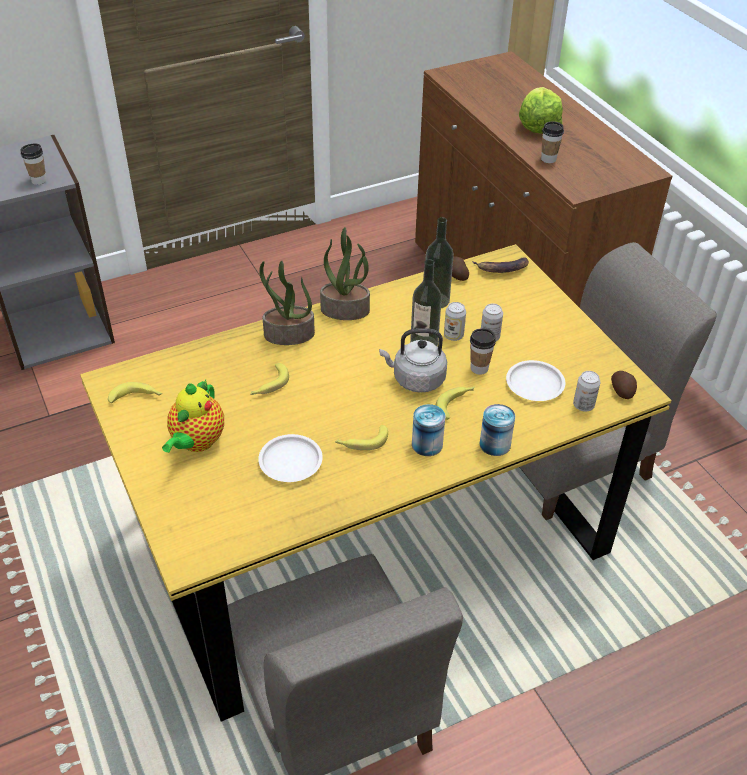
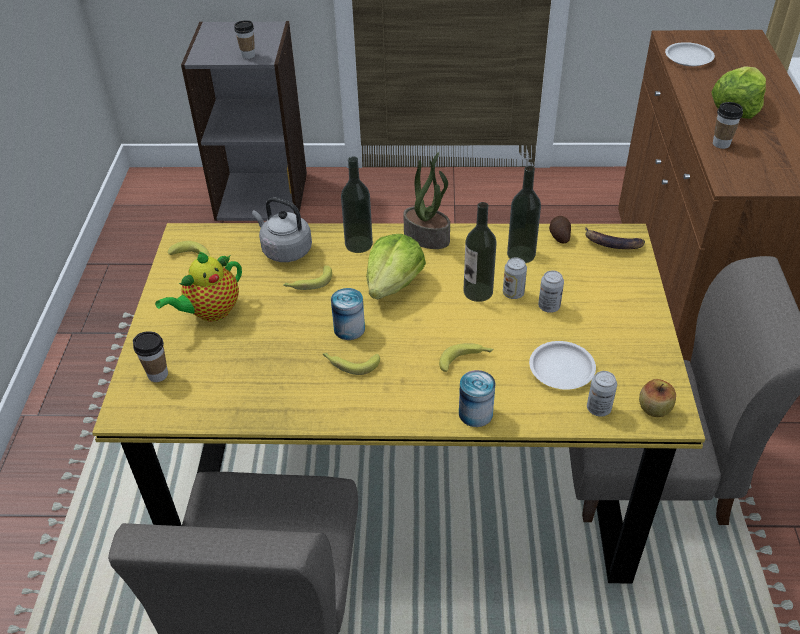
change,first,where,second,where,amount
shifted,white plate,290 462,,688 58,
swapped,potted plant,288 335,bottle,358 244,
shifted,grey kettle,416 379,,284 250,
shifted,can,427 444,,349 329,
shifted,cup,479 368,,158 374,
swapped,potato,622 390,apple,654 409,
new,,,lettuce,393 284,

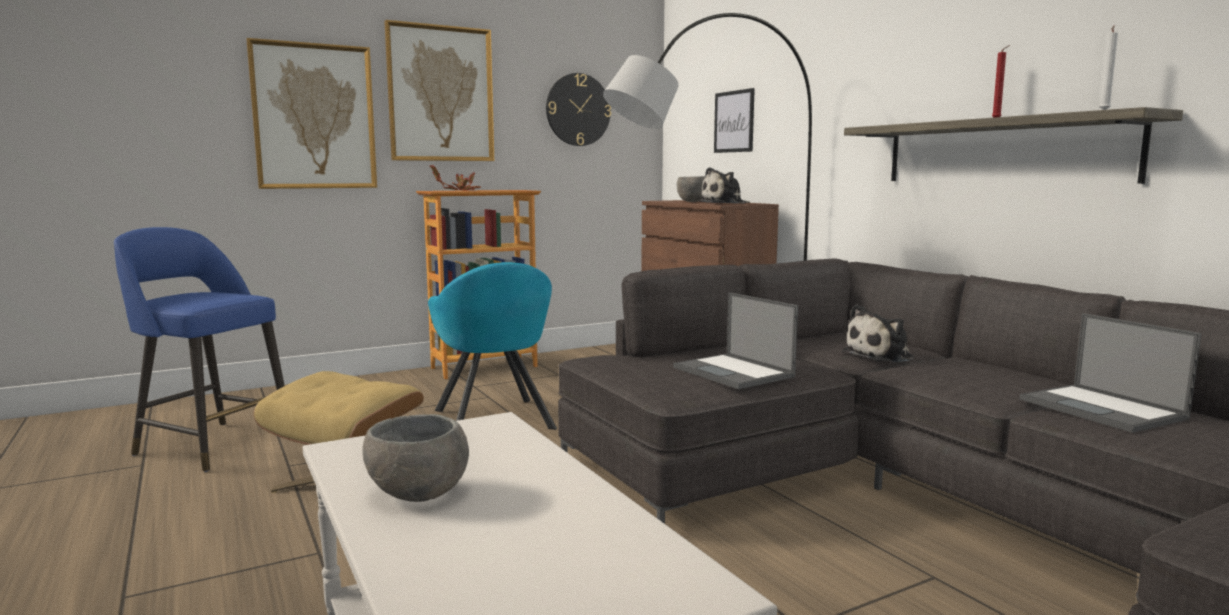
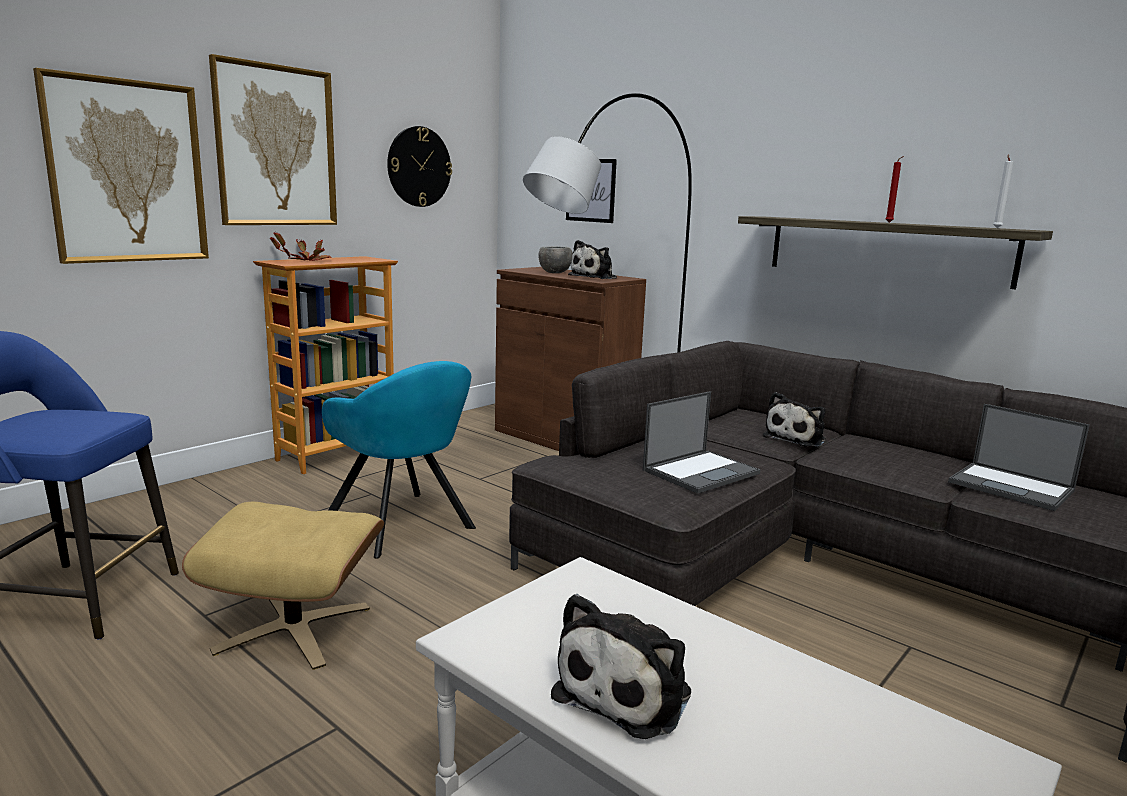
change,first,where,second,where,amount
swapped,grey bowl,420 495,plush toy,628 691,
rotated,laptop,734 372,,701 471,75 degrees counterclockwise

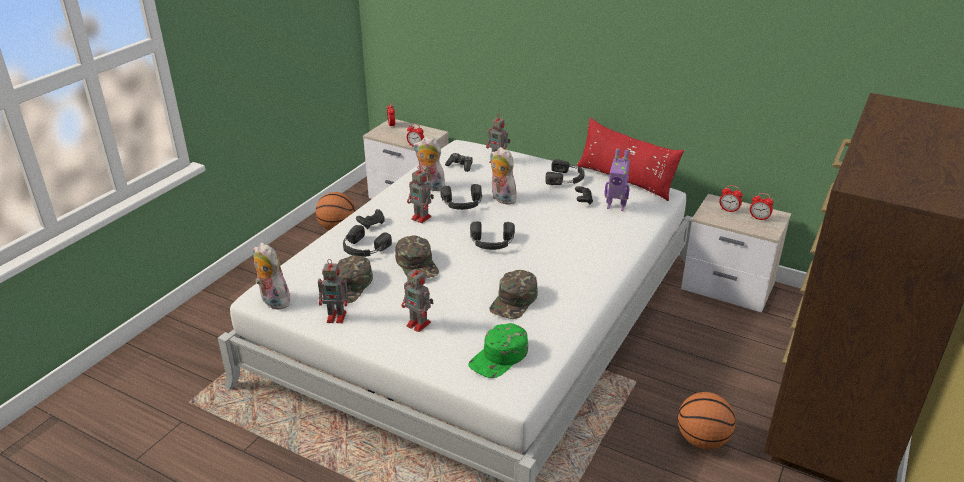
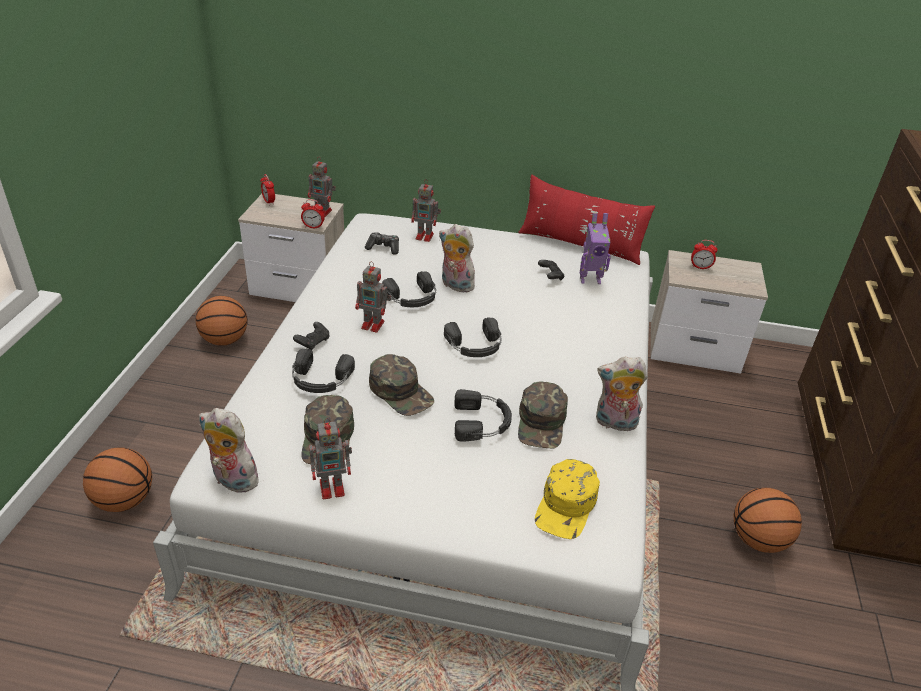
change,first,where,second,where,amount
shifted,toy robot,419 324,,323 212,
shifted,plush toy,430 187,,614 423,
repainted,green cap,499 357,yellow cap,566 506,
shifted,black headphones,566 178,,482 422,
gone,alarm clock,759 218,,,
new,,,basketball,125 500,

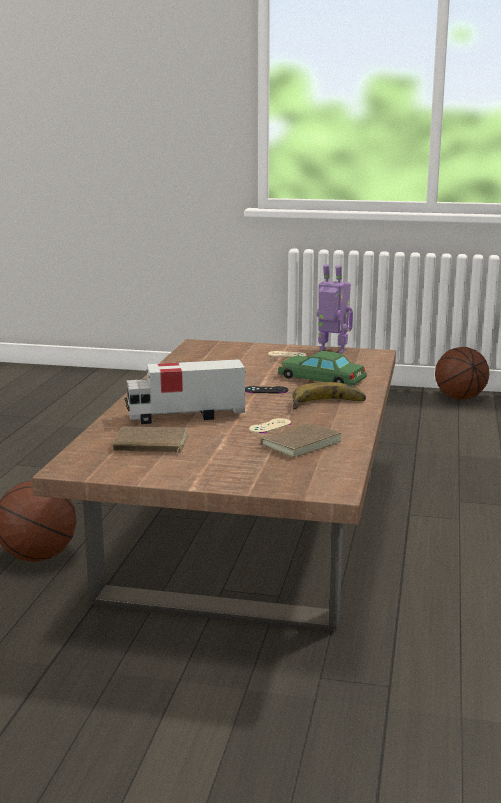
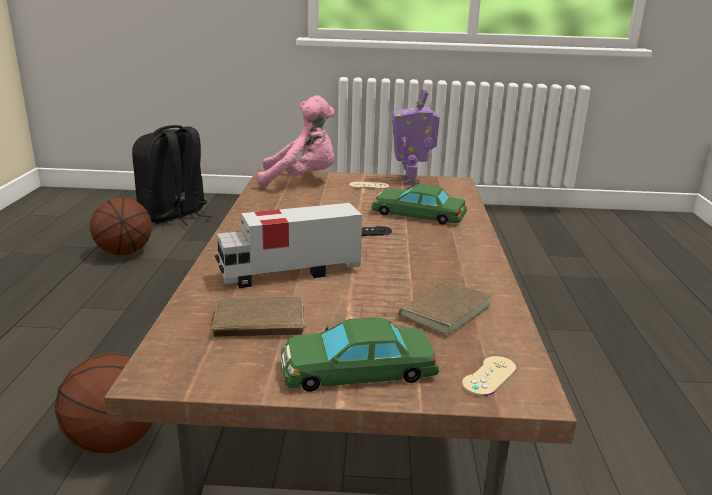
change,first,where,second,where,amount
shifted,beige game controller,270 426,,489 376,
gone,banana,328 405,,,
rotated,toy robot,332 351,,411 180,105 degrees counterclockwise
shifted,basketball,459 398,,124 252,
new,,,black backpack,174 216,
new,,,pink plush toy,301 180,
new,,,green toy car,357 369,

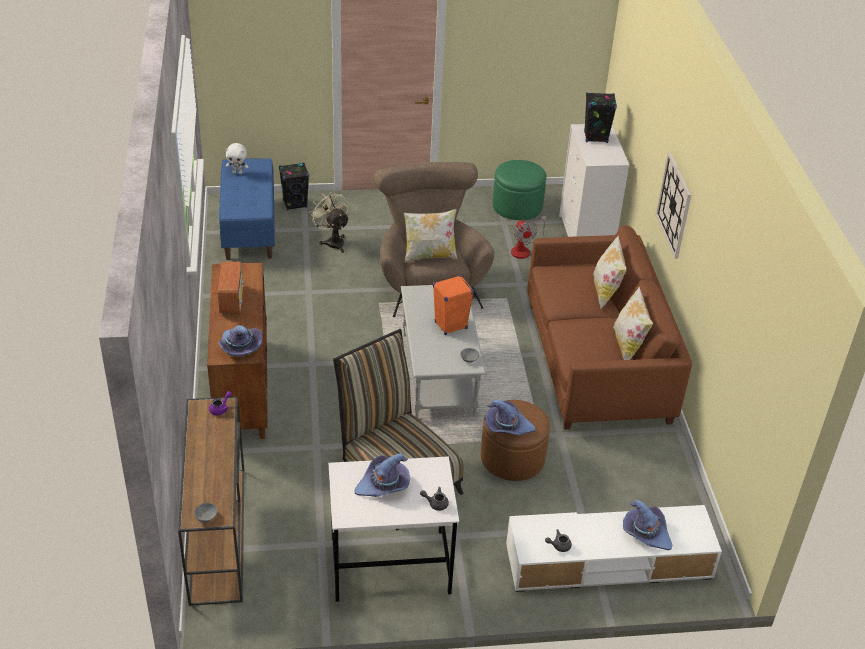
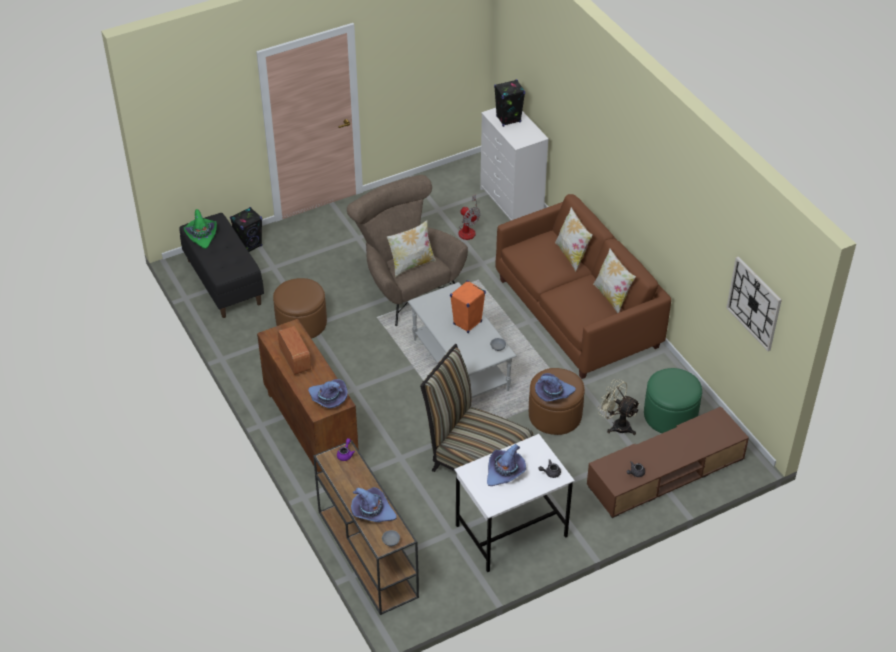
change,first,where,second,where,amount
repainted,blue bench,248 228,black bench,223 282,
swapped,white plush toy,237 172,green hat,202 235,
shifted,beige fan,333 241,,617 425,
shifted,green ottoman,517 206,,670 415,
repainted,white tv stand,608 562,brown tv stand,665 472,
shifted,purple hat,646 533,,372 511,
shifted,wall clock,674 205,,754 303,
new,,,brown ottoman,301 323,

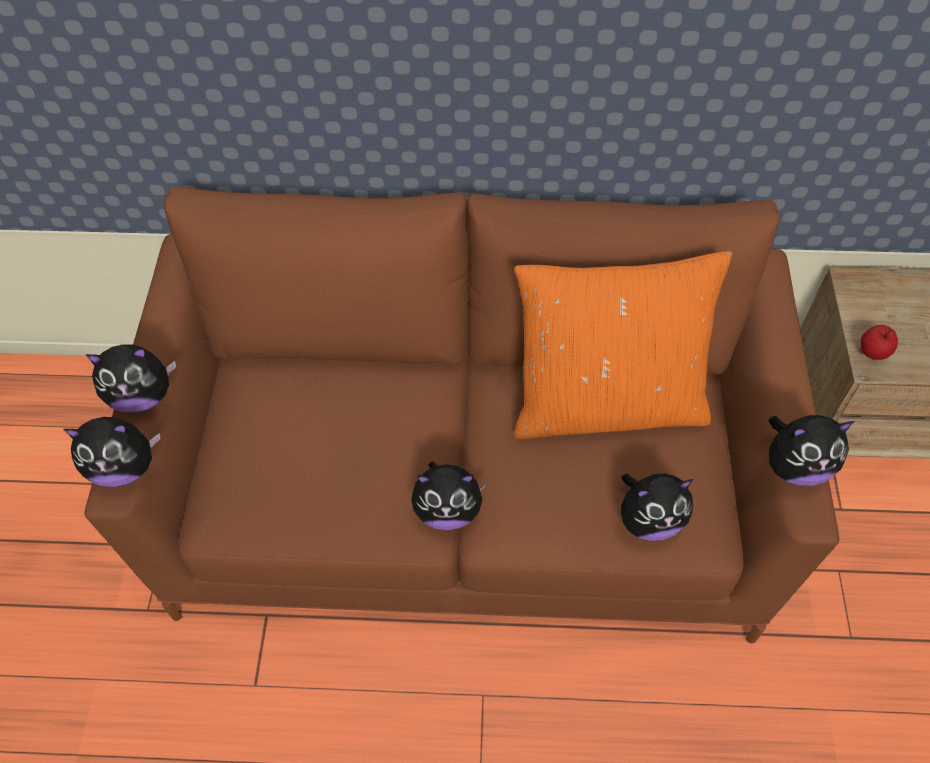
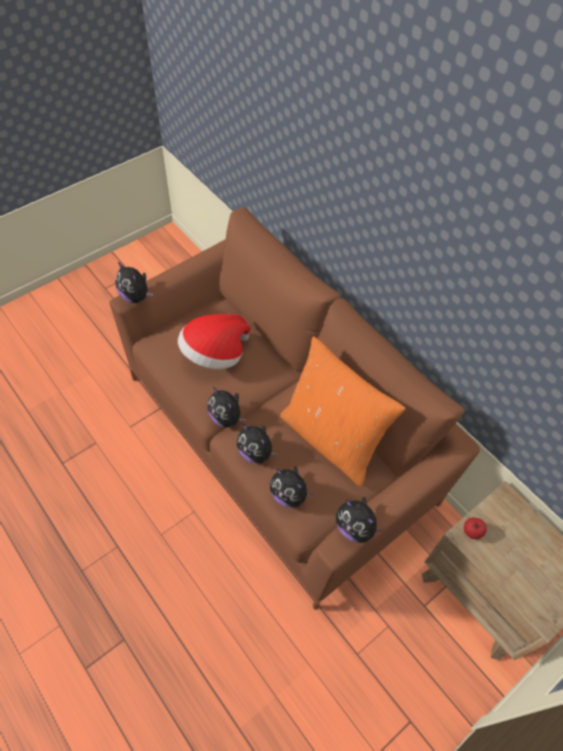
change,first,where,second,where,amount
shifted,plush toy,142 396,,256 452,
new,,,hat,214 354,

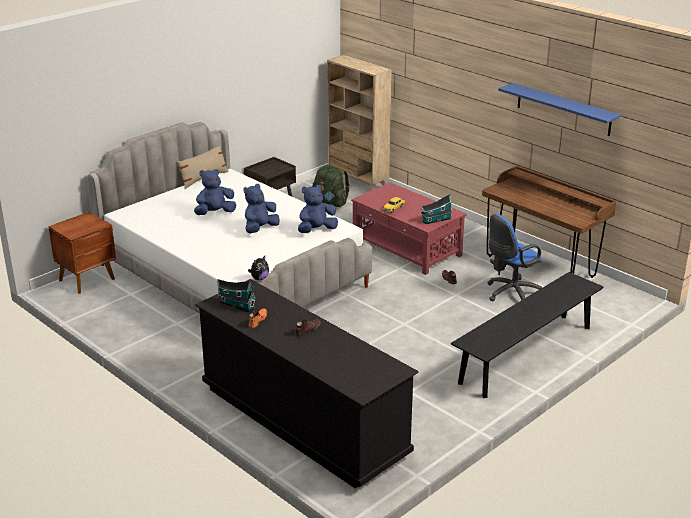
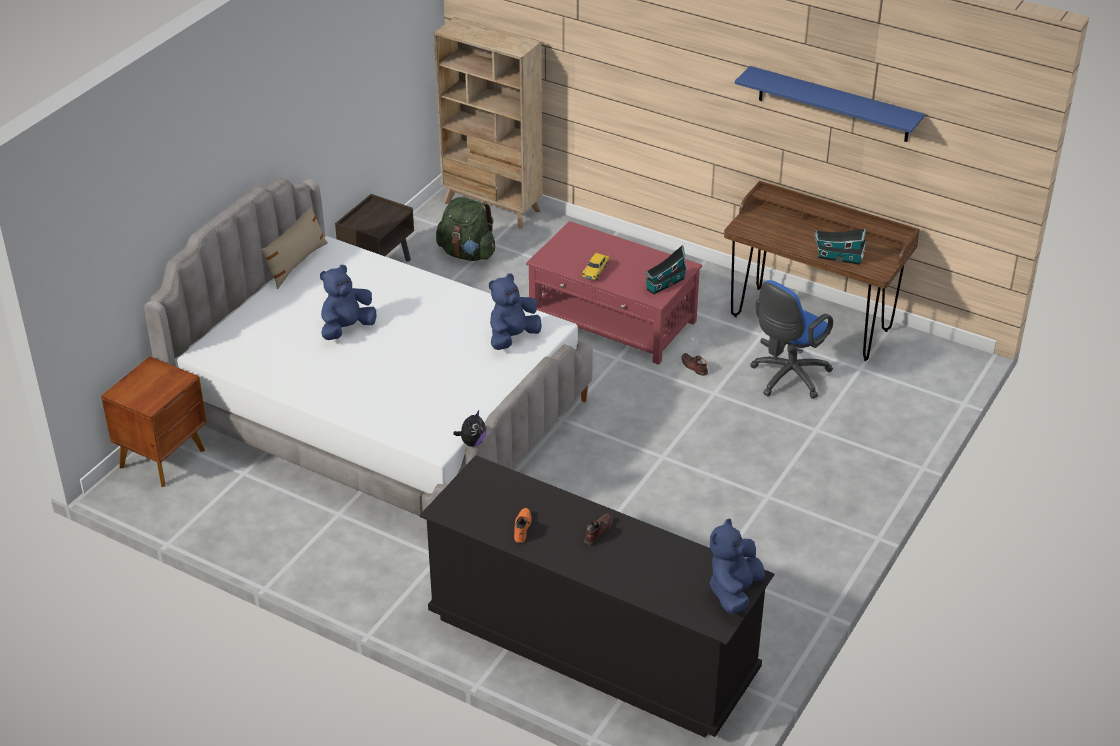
change,first,where,second,where,amount
shifted,toy house,236 305,,838 258,
shifted,blue plush toy,260 229,,734 591,
gone,black bench,526 354,,,

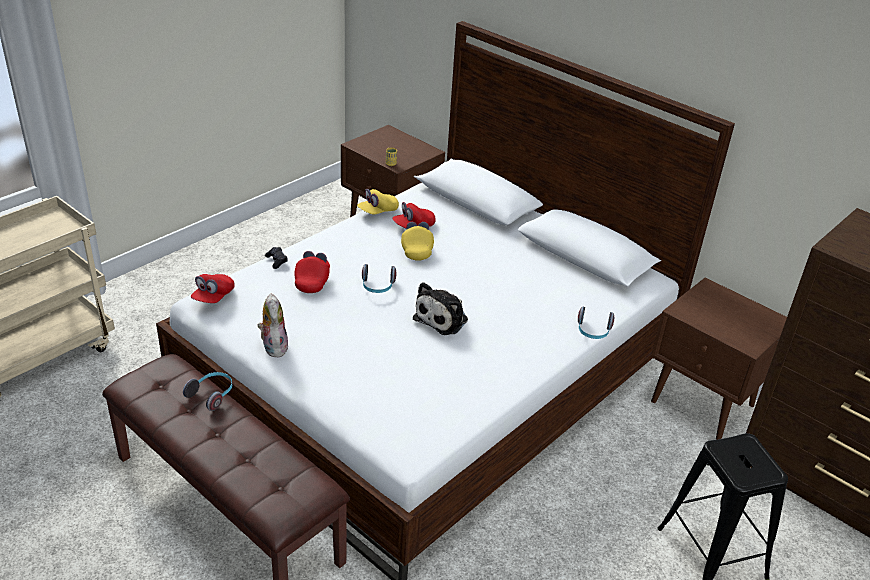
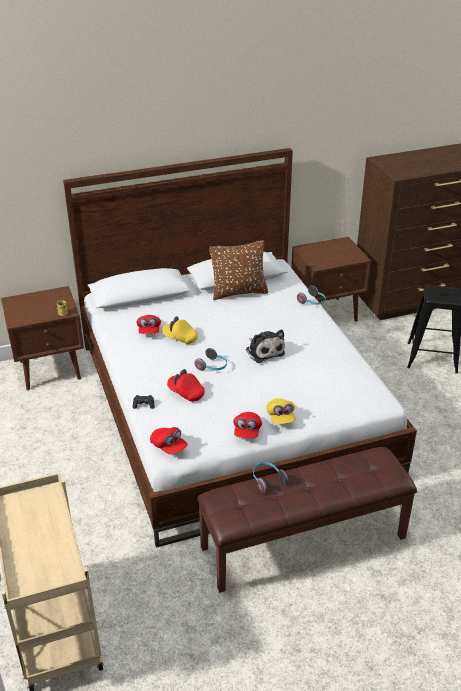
change,first,where,second,where,amount
swapped,plush toy,273 346,red cap,247 432,
shifted,yellow cap,378 211,,280 417,
new,,,brown pillow,239 292,

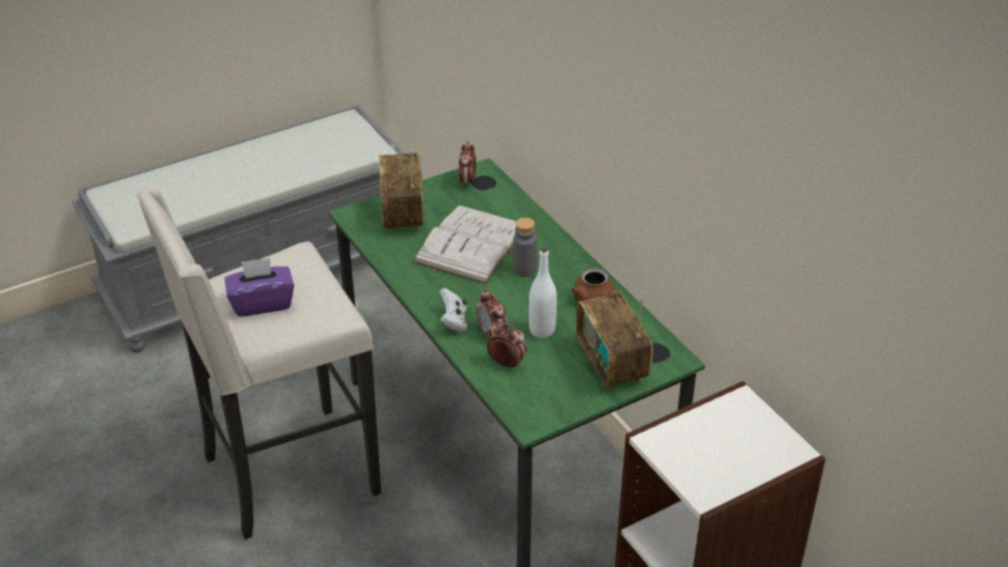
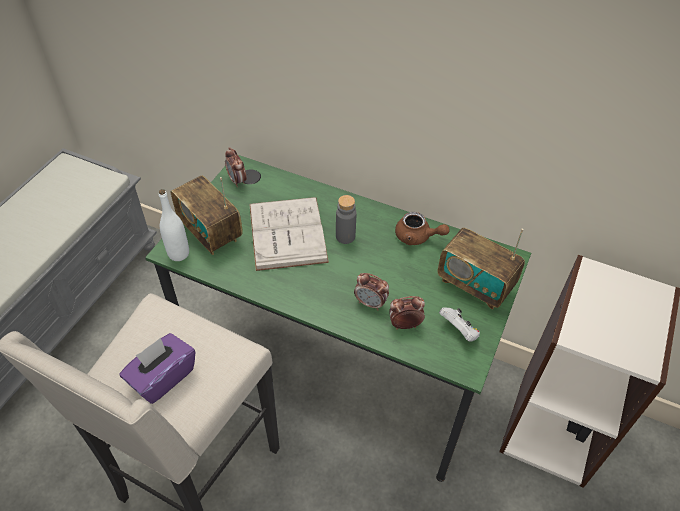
change,first,where,second,where,amount
shifted,white game controller,454 321,,459 331,
shifted,white bottle,542 330,,178 254,

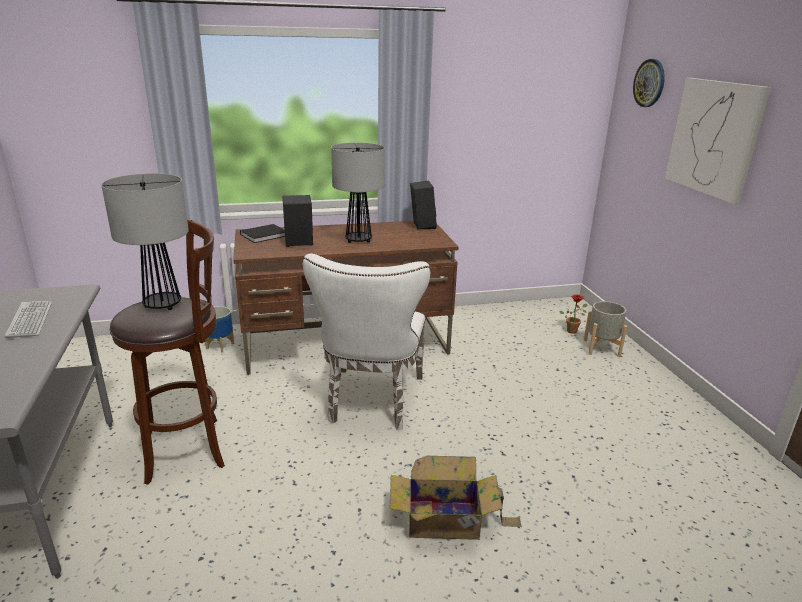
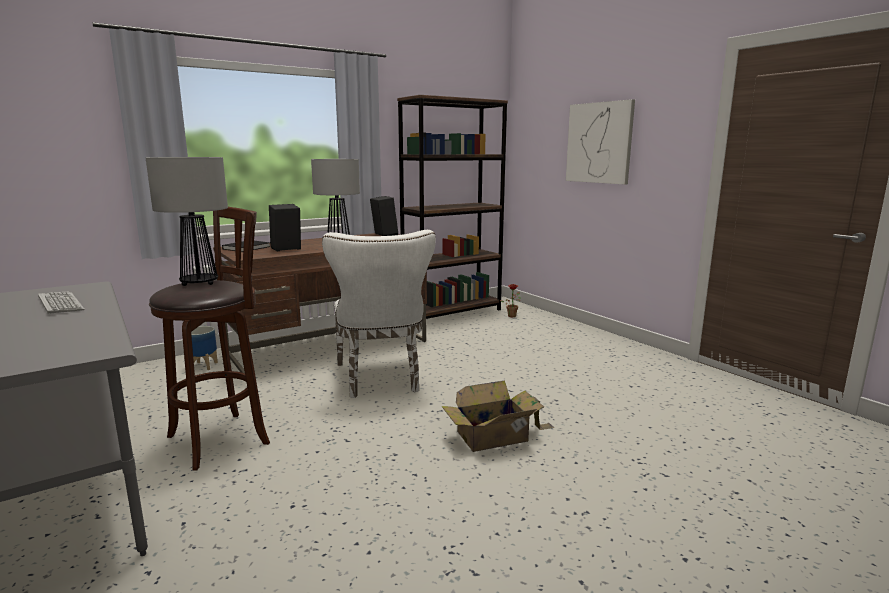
change,first,where,second,where,amount
gone,grey planter,602 348,,,
gone,wall clock,649 83,,,
new,,,brown bookcase,452 312,

